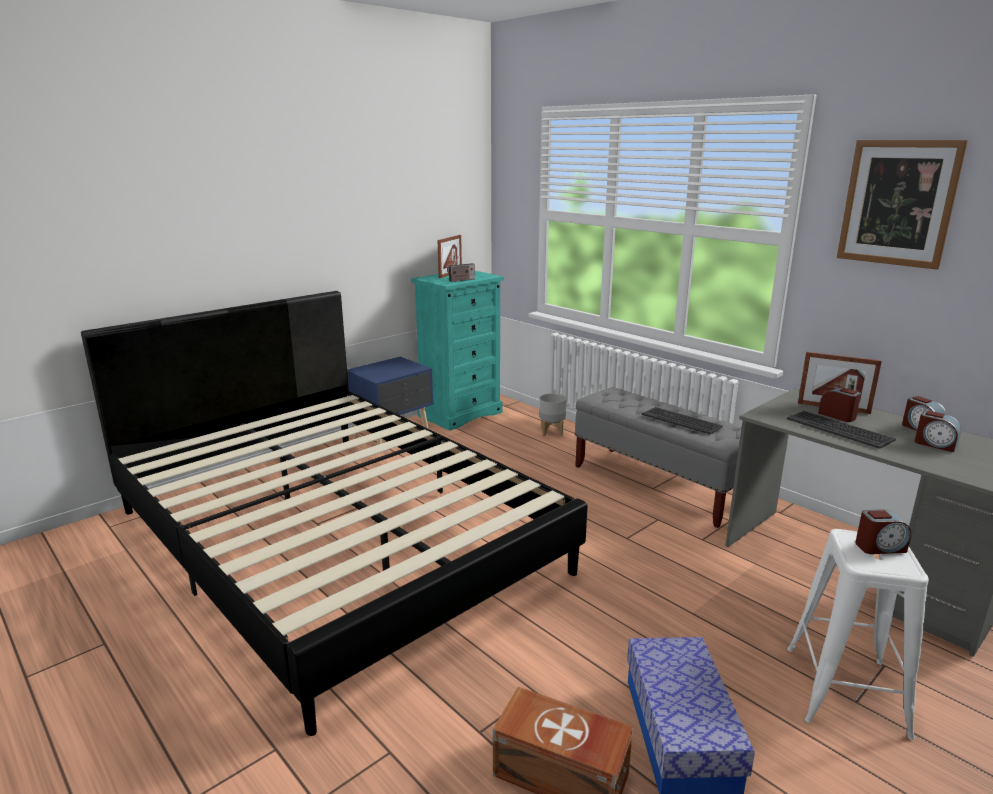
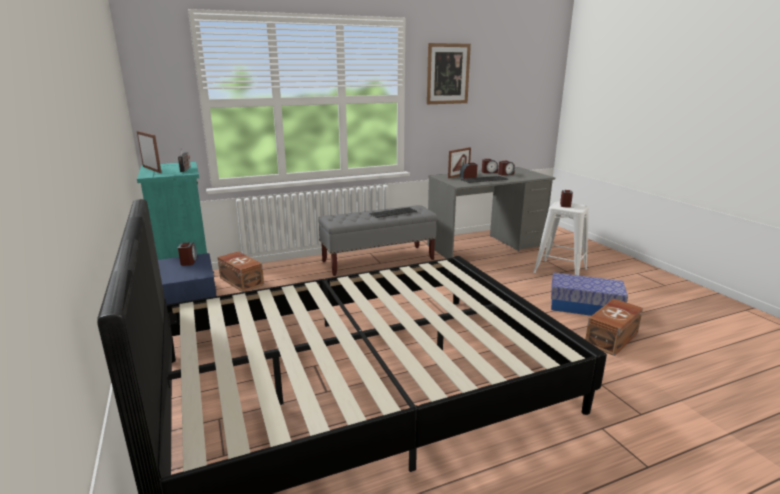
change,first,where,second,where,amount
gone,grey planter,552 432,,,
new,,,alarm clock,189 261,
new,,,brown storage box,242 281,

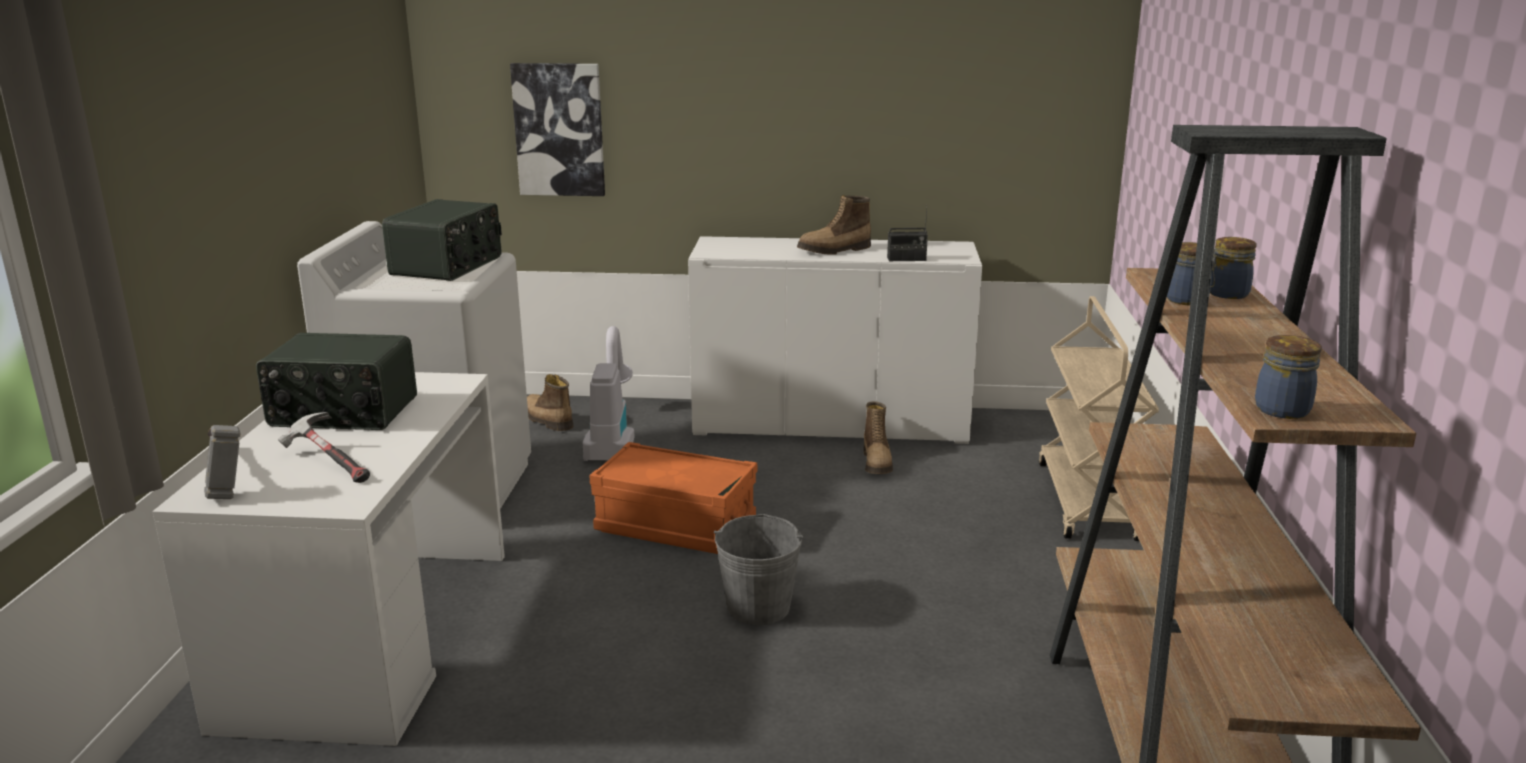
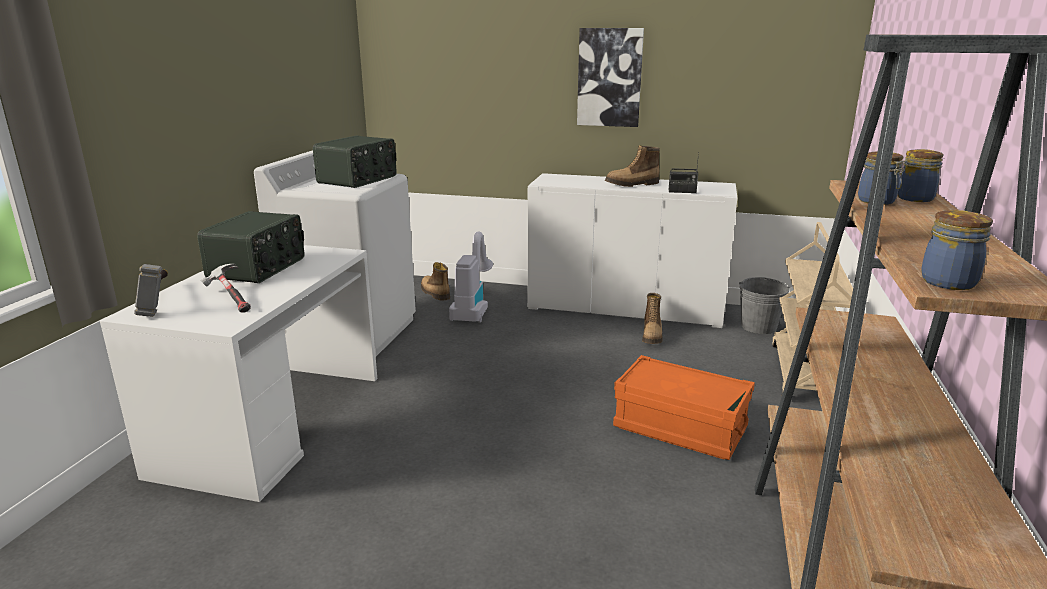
change,first,where,second,where,amount
rotated,radio,343 413,,258 268,90 degrees counterclockwise
shifted,picture,559 129,,609 77,
shifted,orange storage box,675 525,,680 428,
shifted,grey bucket,758 607,,758 327,

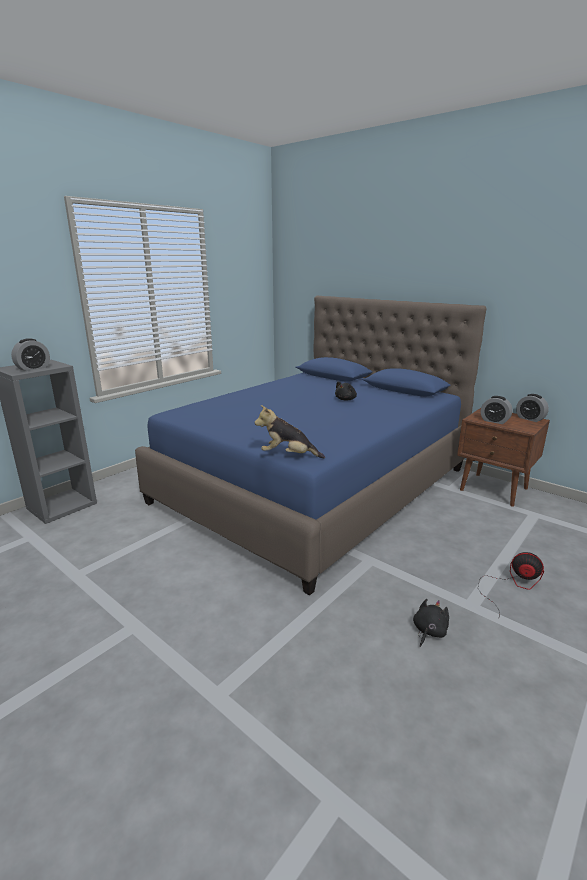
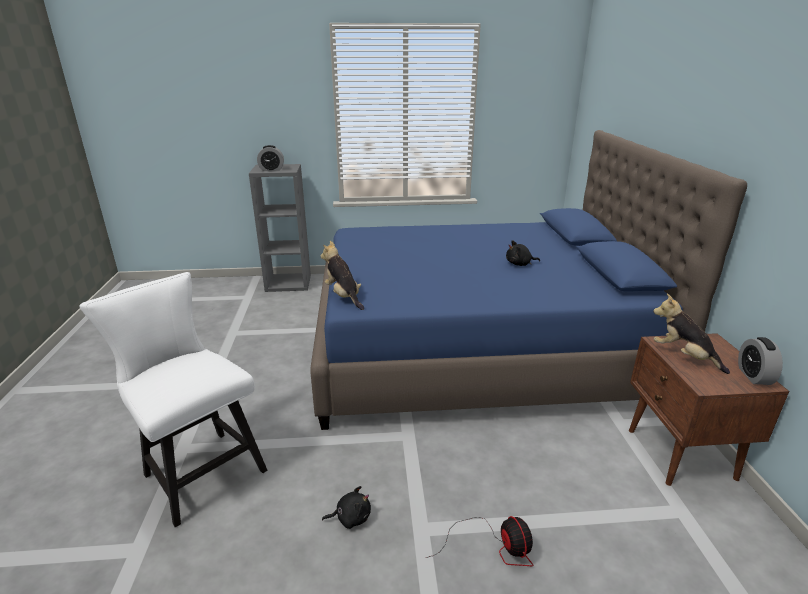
change,first,where,second,where,amount
swapped,alarm clock,494 421,plush toy,683 356,
new,,,white chair,199 469,

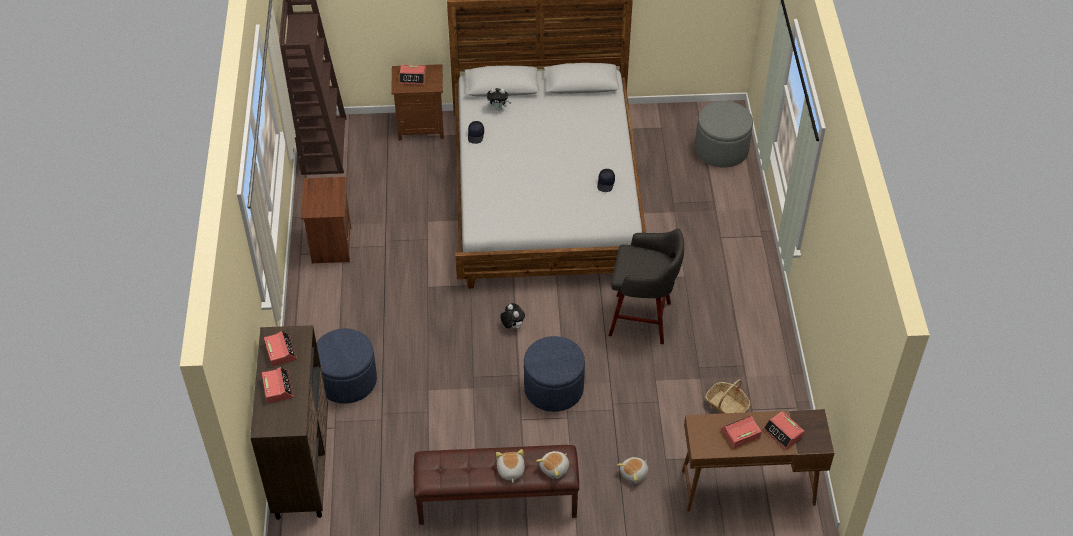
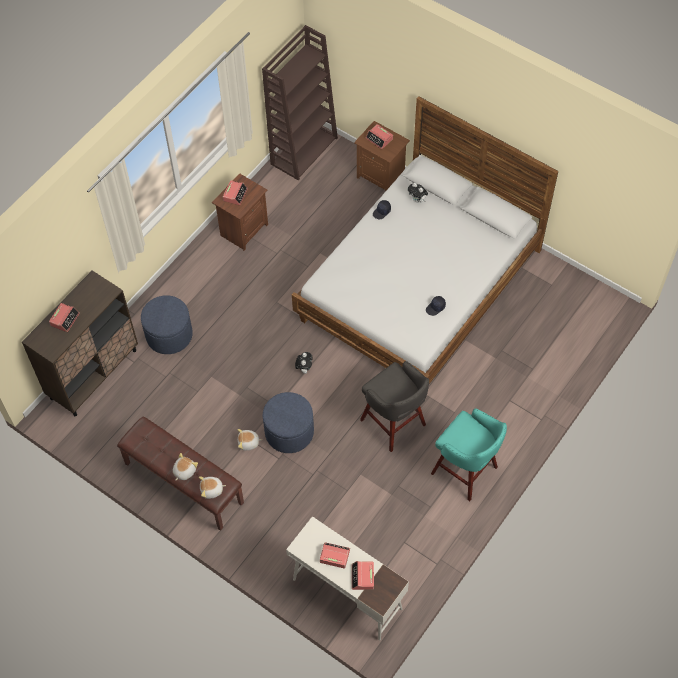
change,first,where,second,where,amount
shifted,alarm clock,280 351,,235 194,
shifted,plush toy,634 474,,248 443,
repainted,brown desk,747 487,white desk,346 593,
gone,grey ottoman,721 150,,,
gone,basket,727 405,,,
new,,,turquoise stool,466 472,

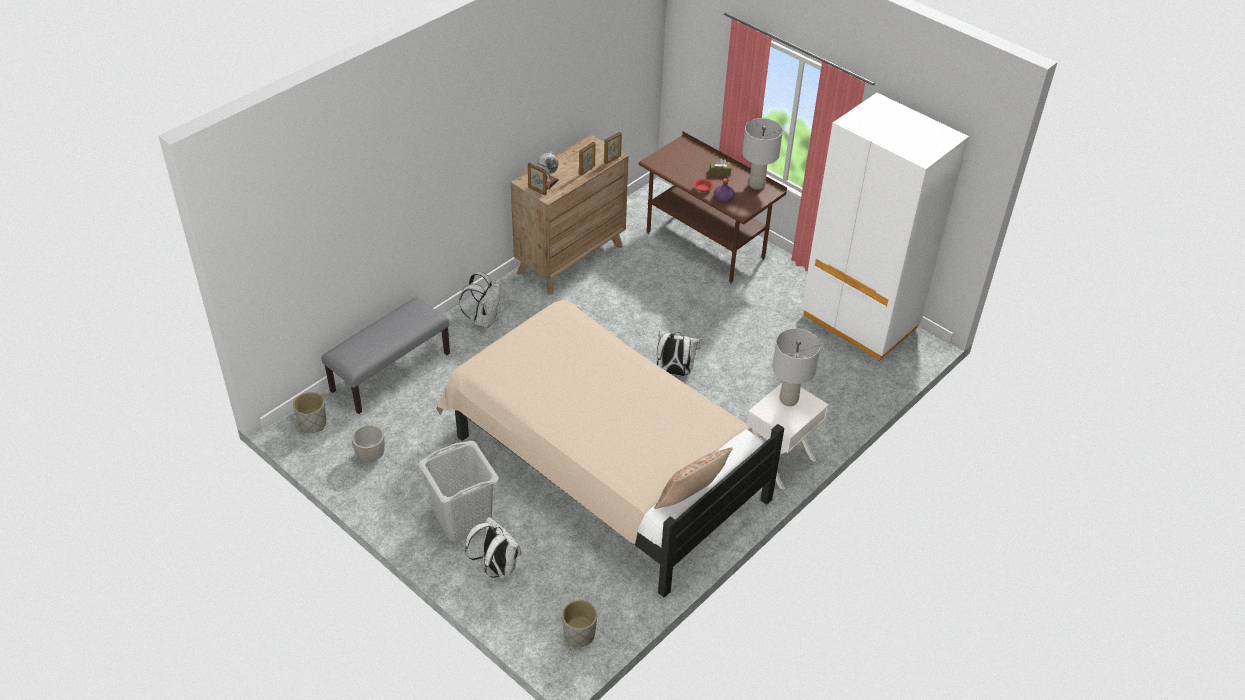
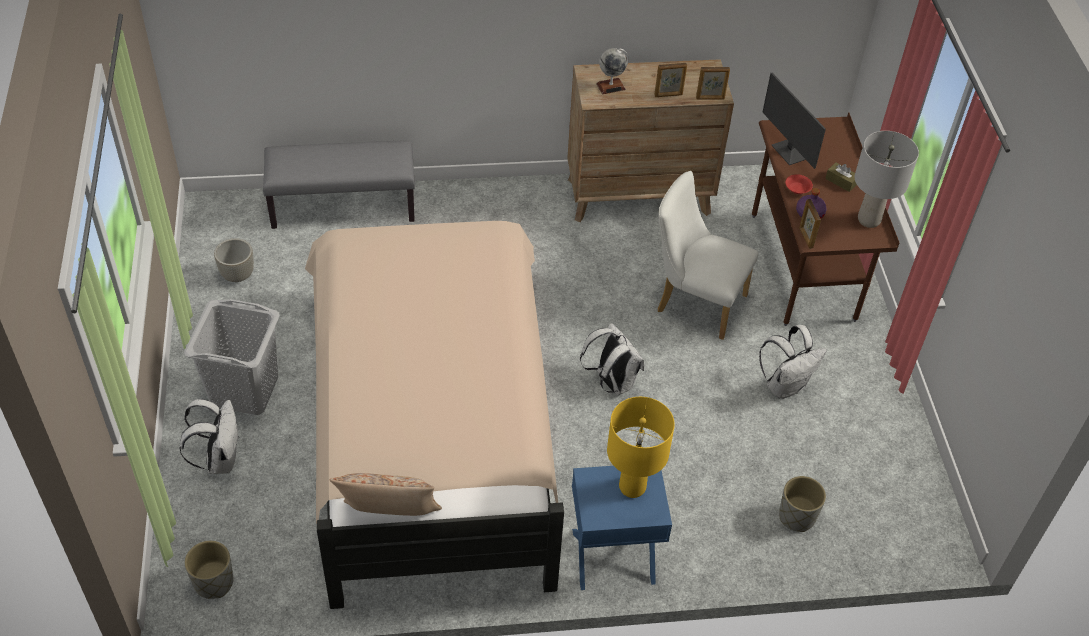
change,first,where,second,where,amount
shifted,grey planter,312 424,,796 516,
shifted,white backpack,484 319,,785 385,
shifted,picture frame,537 191,,805 238,
repainted,white nightstand,780 462,blue nightstand,613 557,
repainted,grey table lamp,789 400,yellow table lamp,632 488,
gone,white wardrobe,859 322,,,
new,,,white chair,695 301,
new,,,monitor,790 152,

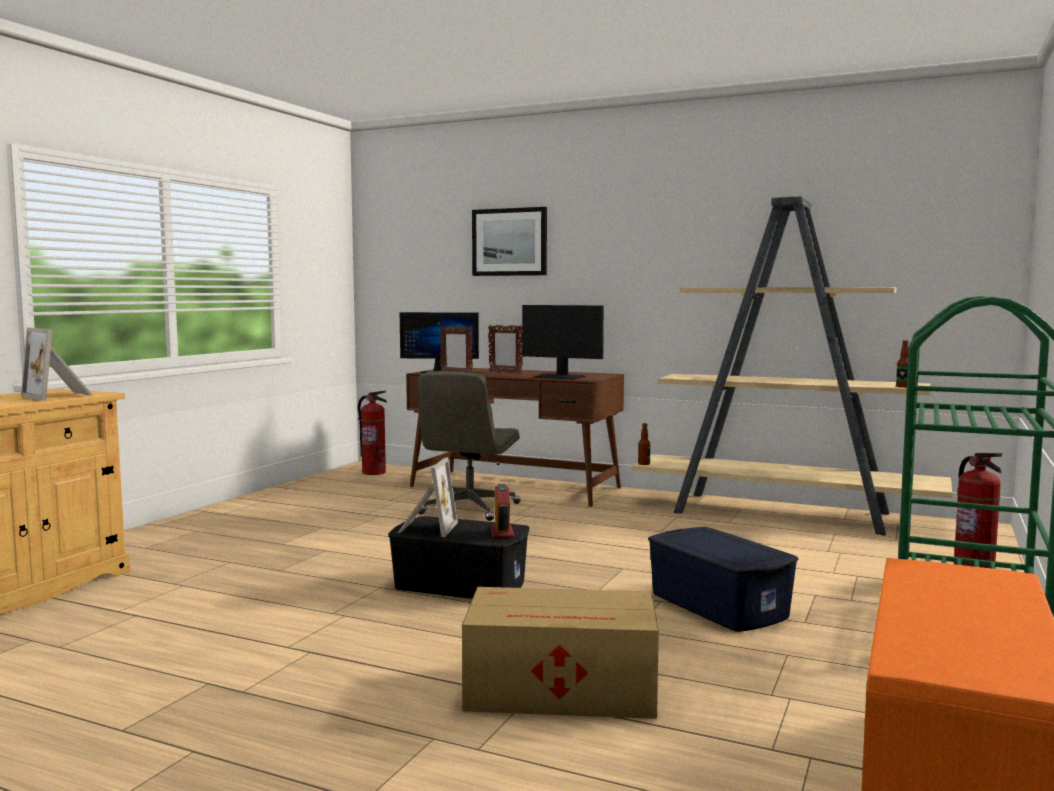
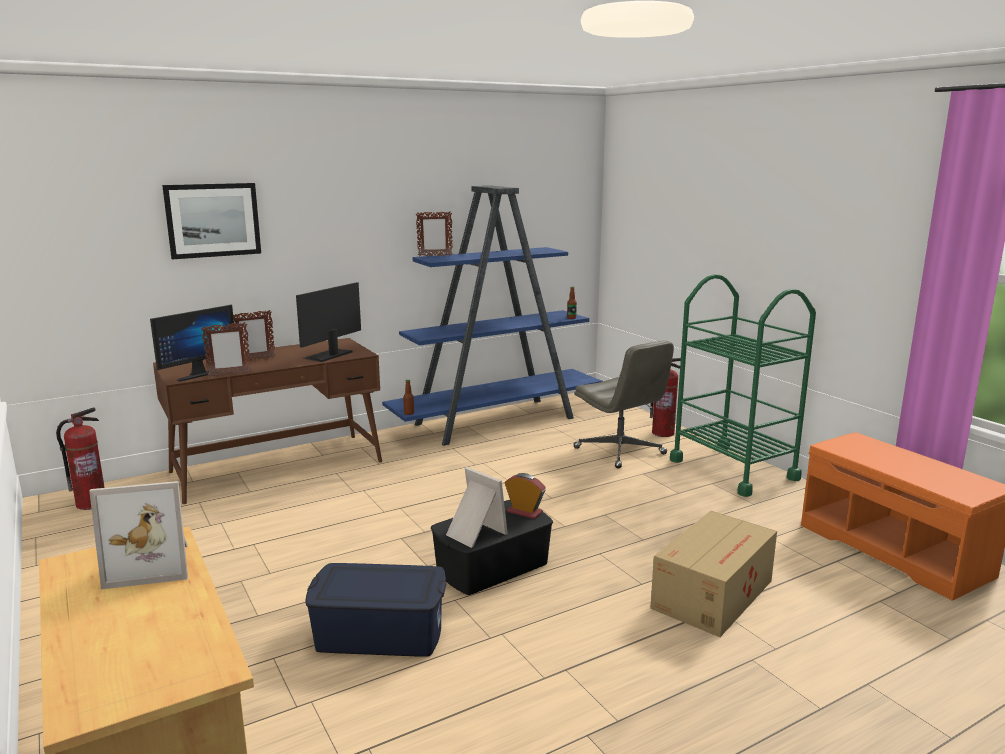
change,first,where,second,where,amount
shifted,grey office chair,469 509,,620 451,
rotated,monitor,559 377,,328 355,150 degrees clockwise
repainted,beige bookcase,785 513,blue bookcase,497 421,
shifted,blue storage box,719 605,,379 633,
new,,,picture frame,434 256,

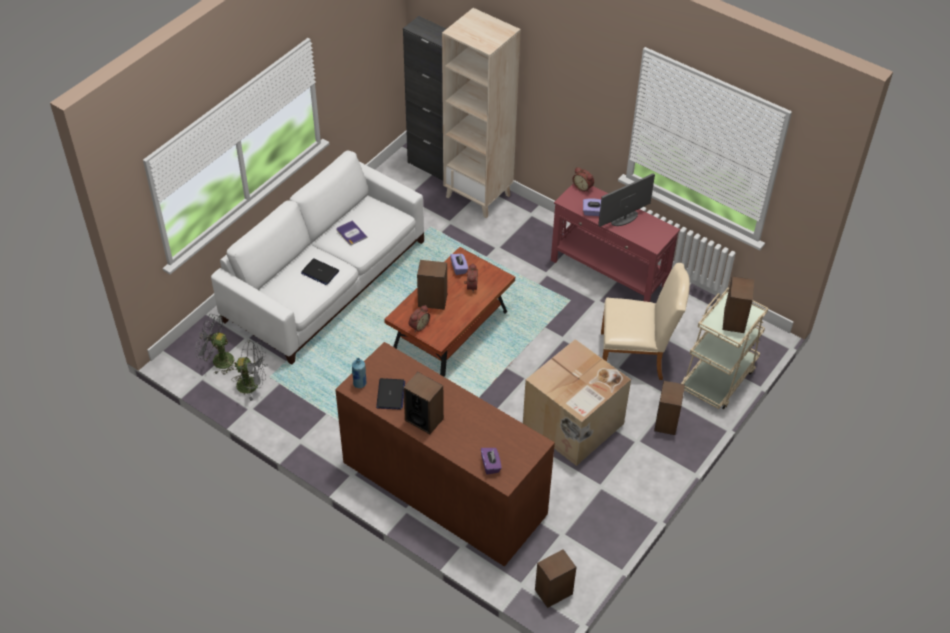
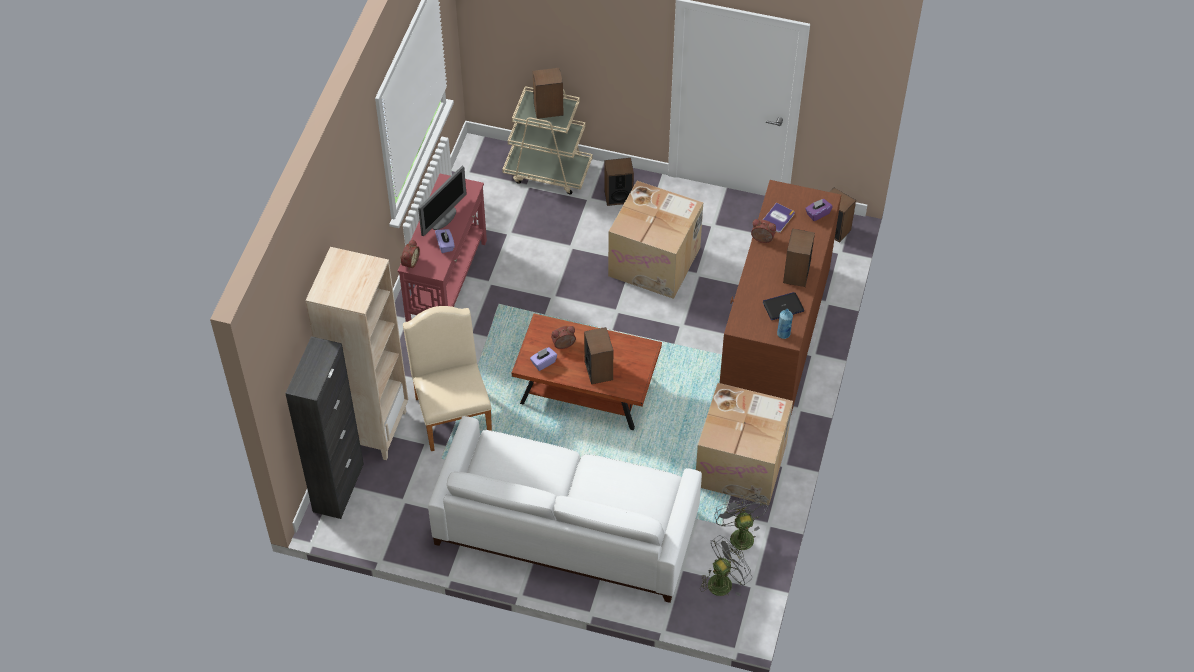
change,first,where,second,where,amount
rotated,grey fan,218 360,,723 581,120 degrees counterclockwise
gone,laptop,320 272,,,
shifted,book,351 233,,778 218,
shifted,alarm clock,418 326,,762 239,
rotated,monitor,624 219,,444 218,90 degrees counterclockwise
shifted,beige chair,637 356,,452 411,
new,,,cardboard box,742 464,

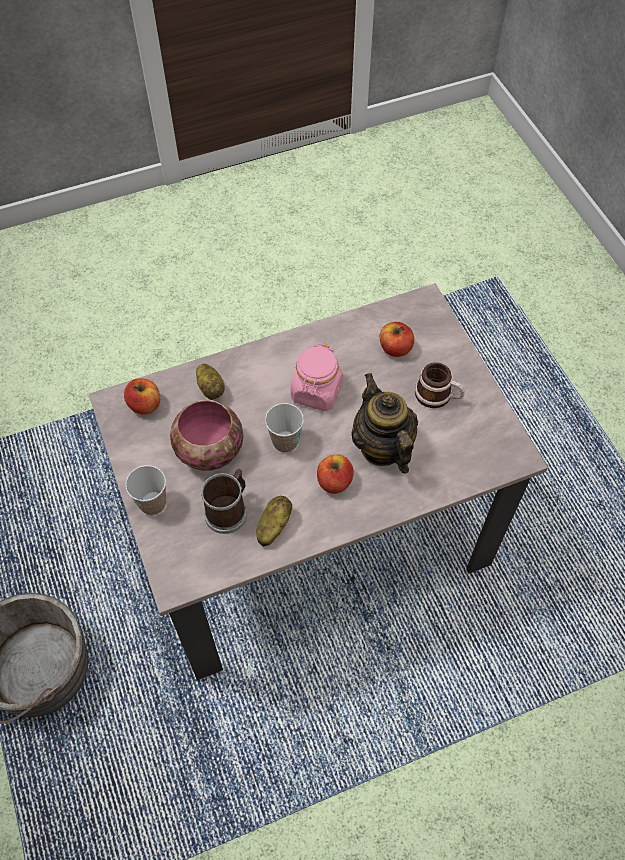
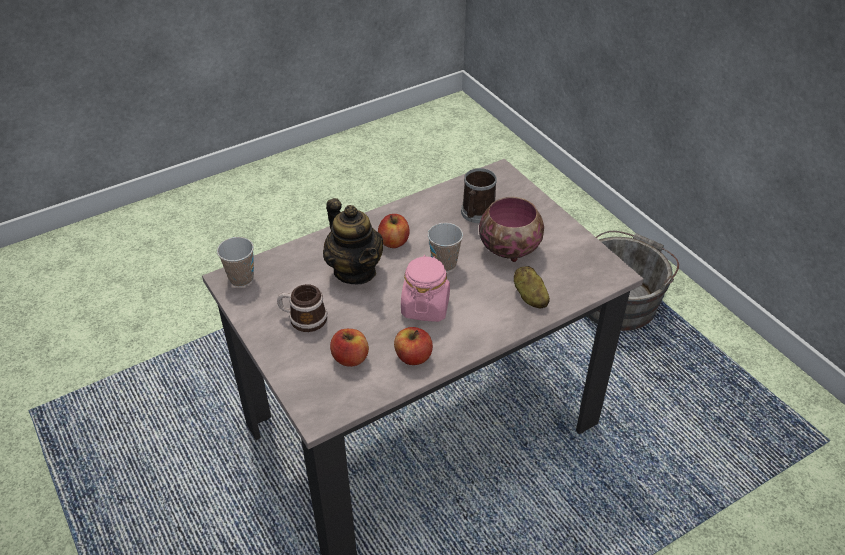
change,first,where,second,where,amount
shifted,apple,145 404,,413 357,
shifted,cup,152 503,,241 278,
gone,potato,273 526,,,

